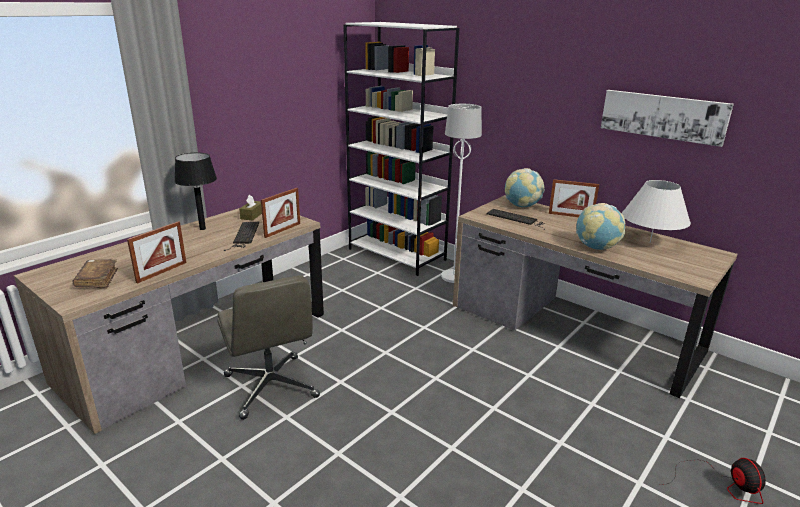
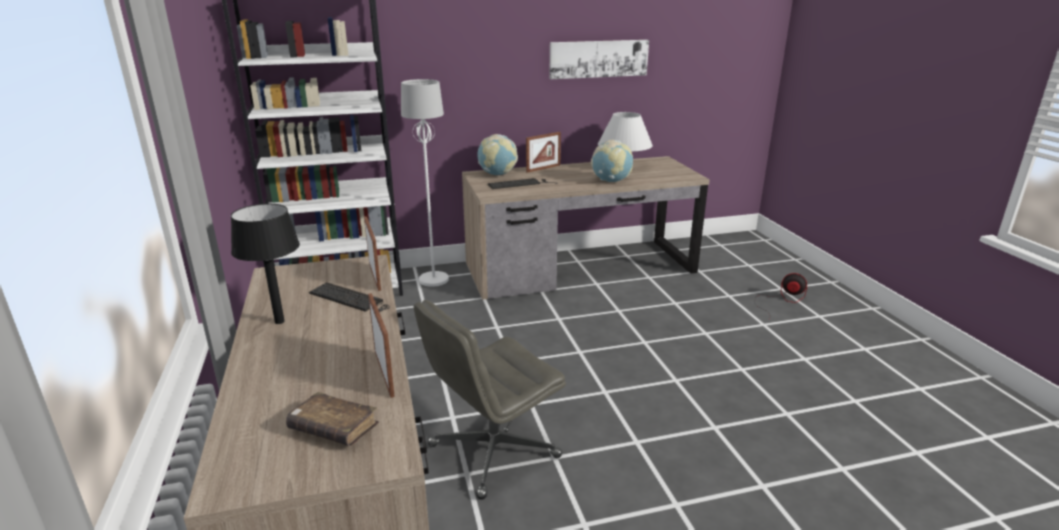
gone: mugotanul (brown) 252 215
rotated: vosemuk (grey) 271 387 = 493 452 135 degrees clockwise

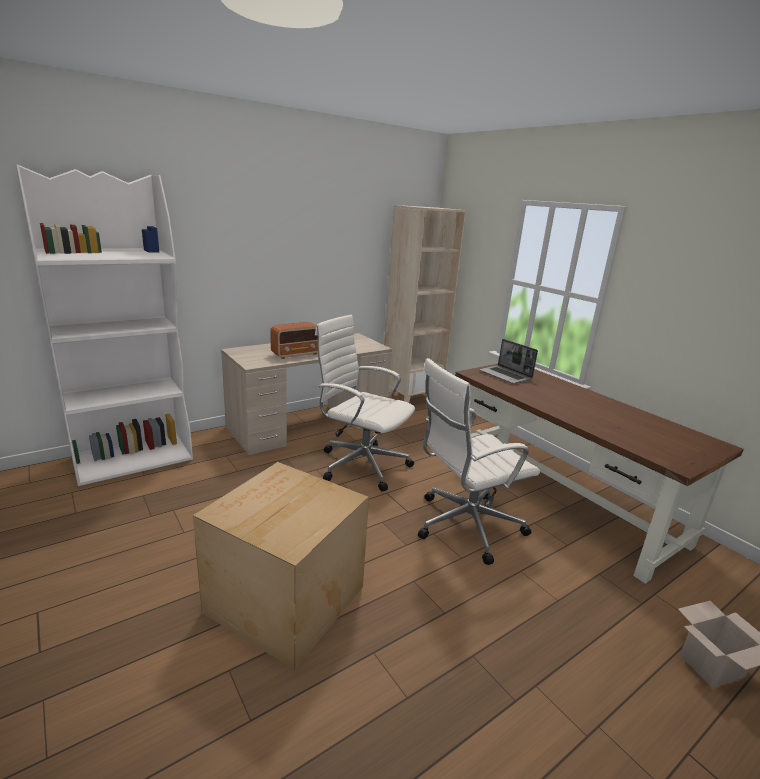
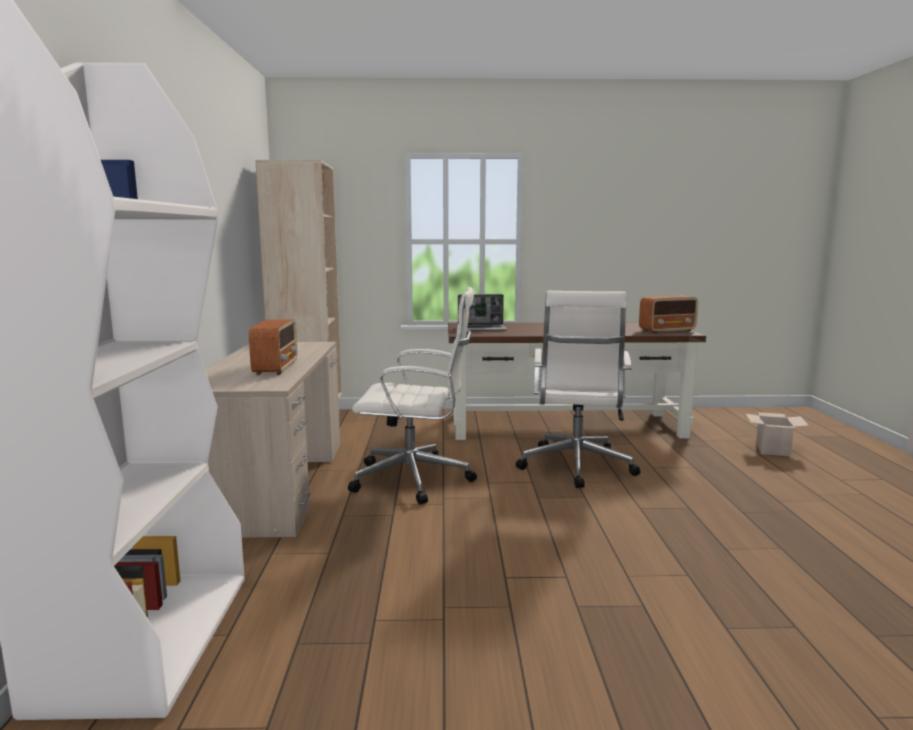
gone: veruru 283 600
new: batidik 667 330
rotated: vosemuk (white) 361 464 = 416 479 150 degrees counterclockwise

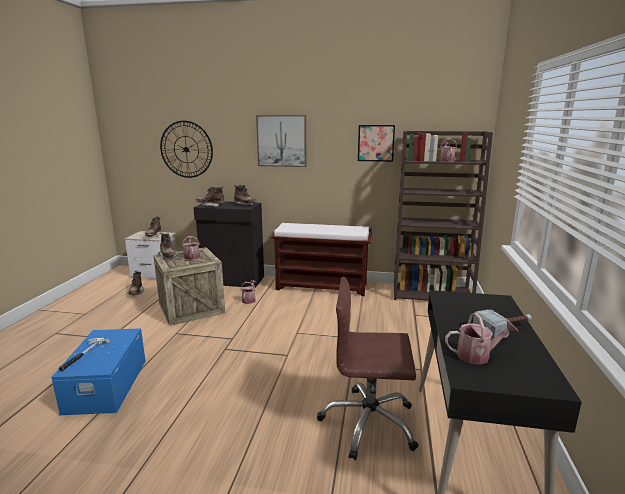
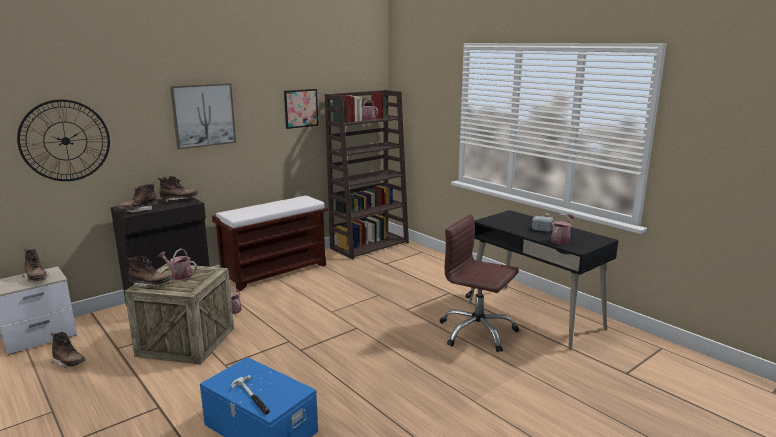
rotated: vosemuk (brown) 369 423 = 477 332 75 degrees clockwise

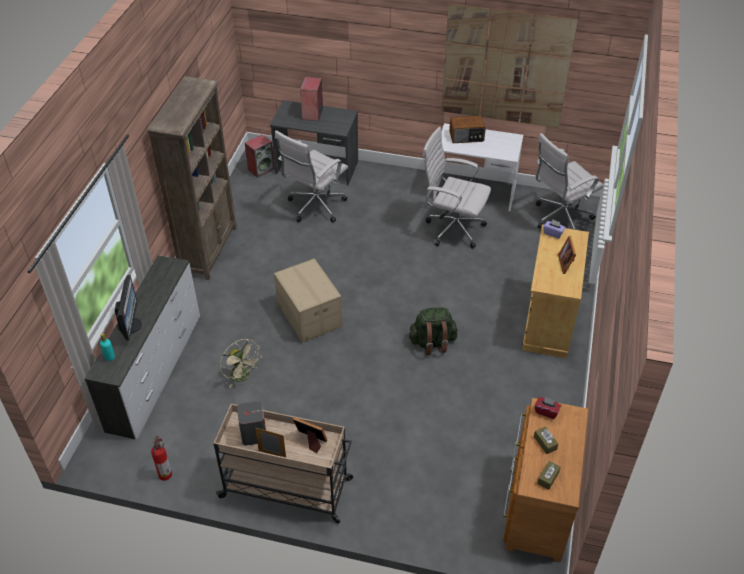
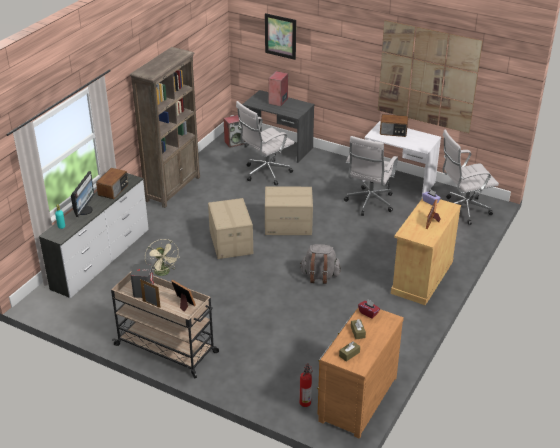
new: batidik 114 190; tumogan 280 36; veruru 288 224
shifted: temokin 165 473 to 305 402
repainted: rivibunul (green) 432 342 to rivibunul (grey) 319 276
rotated: vosemuk (white) 452 229 = 369 203 105 degrees counterclockwise

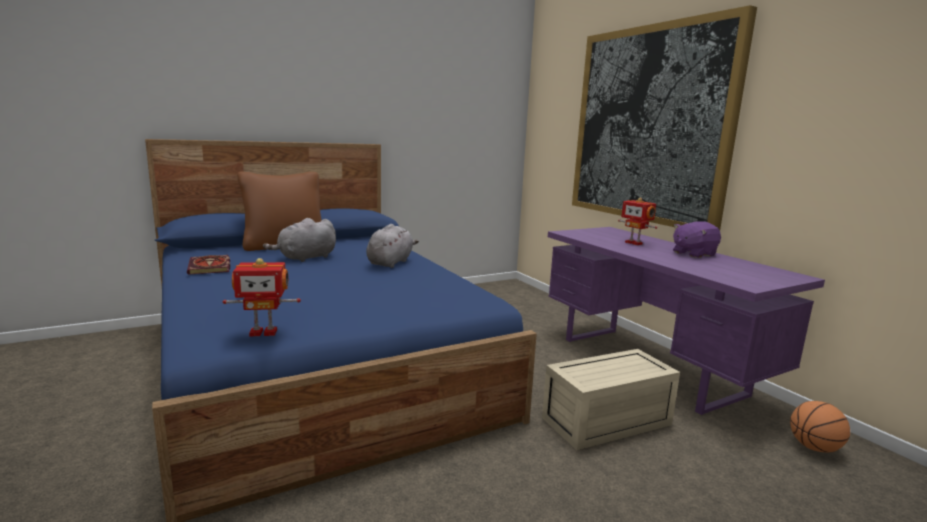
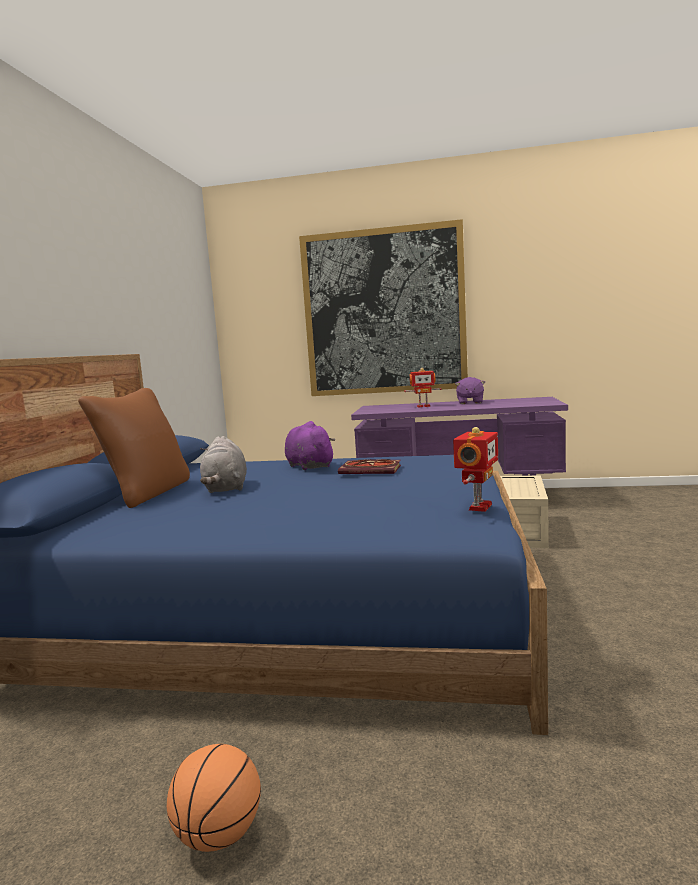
shifted: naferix 210 267 to 372 470; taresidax 814 448 to 219 835
repainted: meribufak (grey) 390 262 to meribufak (purple) 308 466

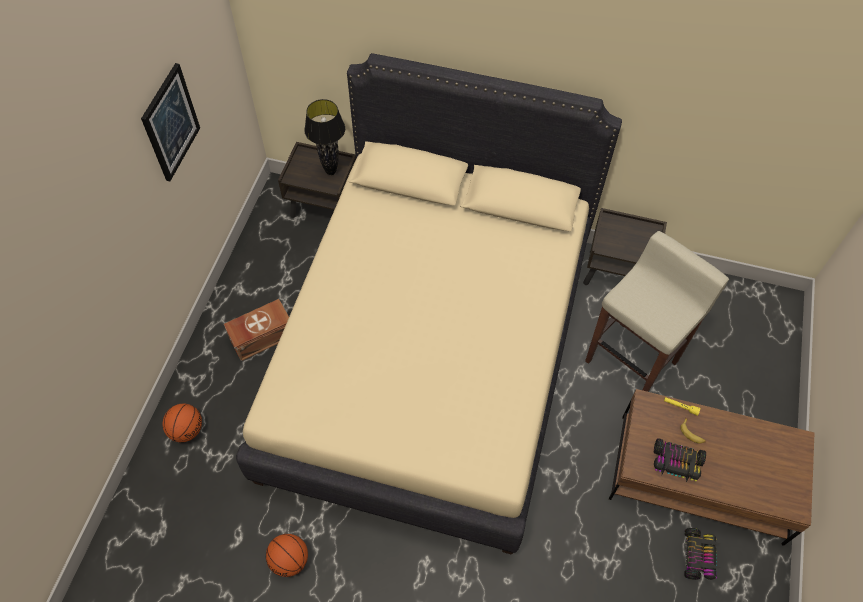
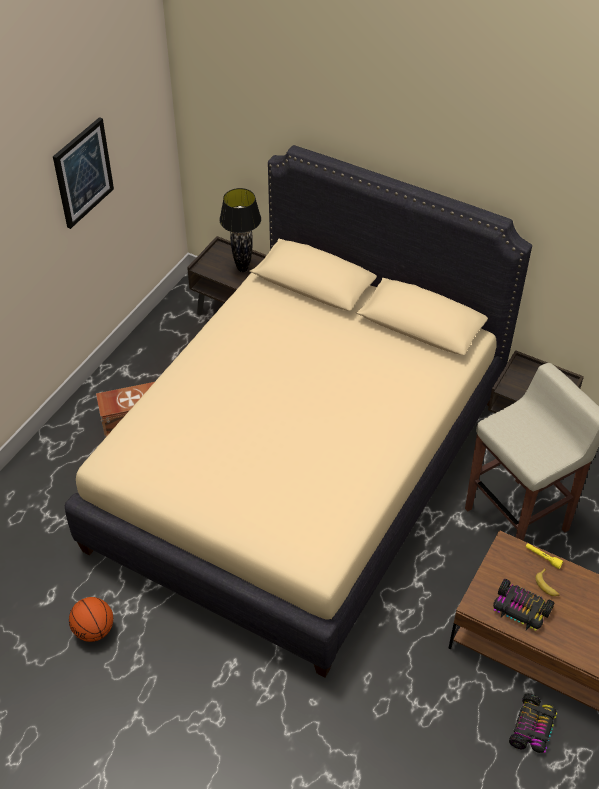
gone: taresidax 187 429

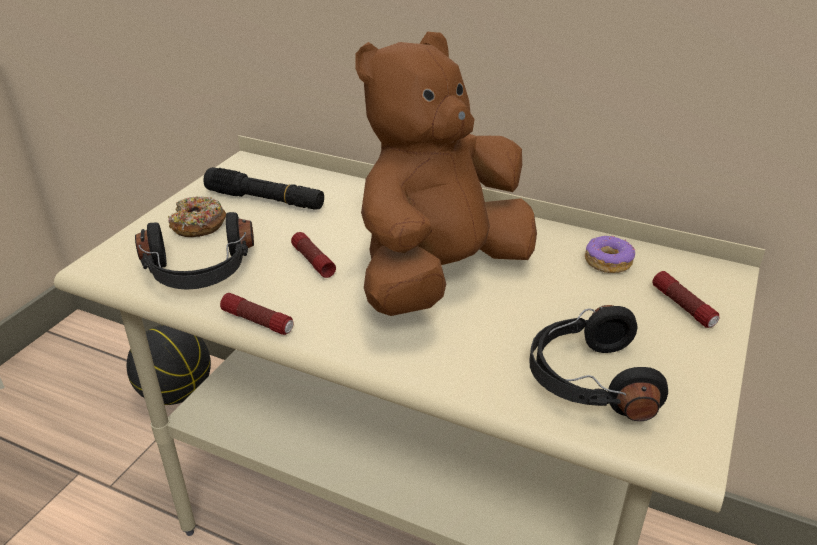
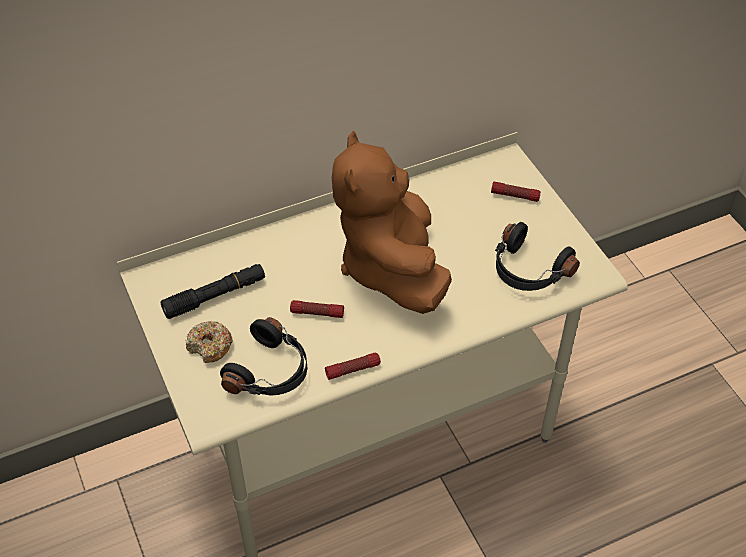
gone: taresidax 176 392; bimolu 607 262

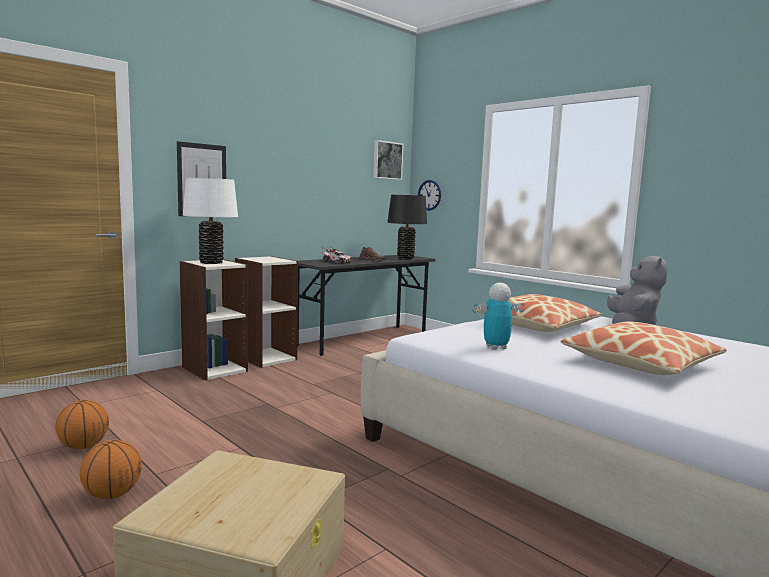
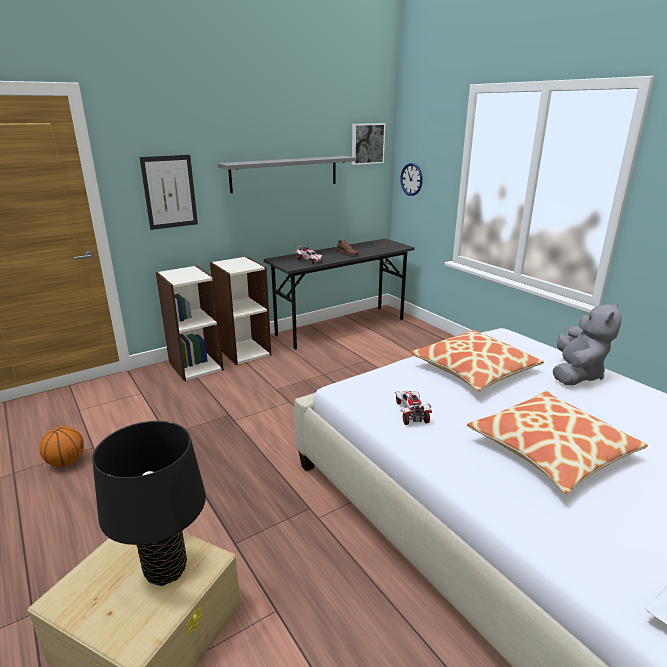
gone: taresidax 112 495; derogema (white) 211 262
new: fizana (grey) 285 173
shifted: derogema (black) 405 258 to 165 569
swapped: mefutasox 495 347 to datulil 410 413

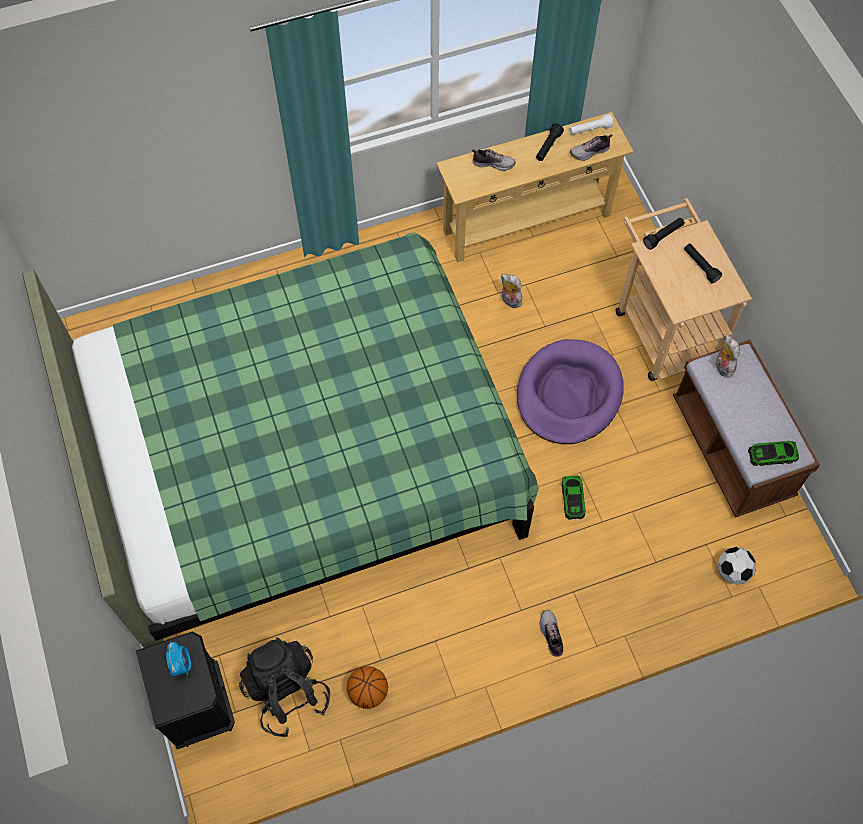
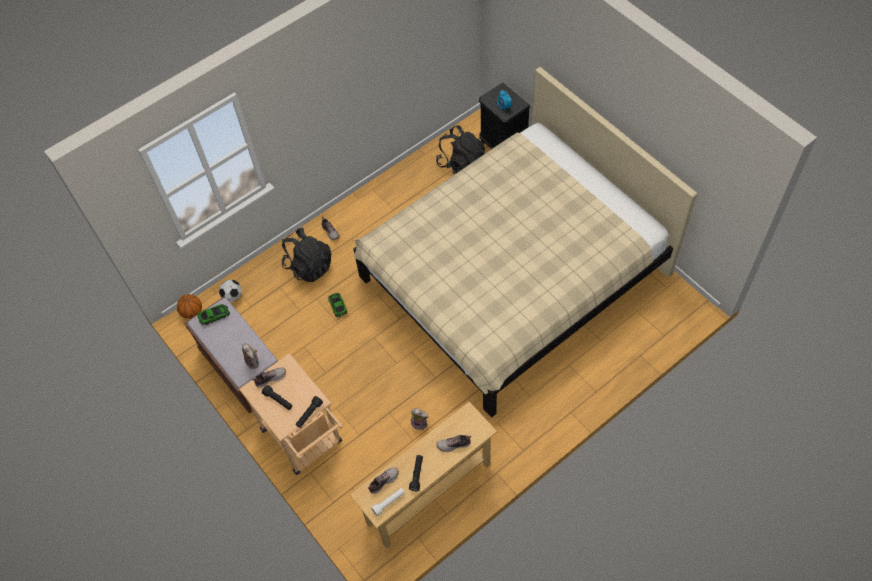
gone: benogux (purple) 568 394
new: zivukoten 270 378; rivibunul (black) 309 266
shifted: taresidax 368 692 to 192 312
repainted: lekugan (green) 301 457 to lekugan (beige) 512 275

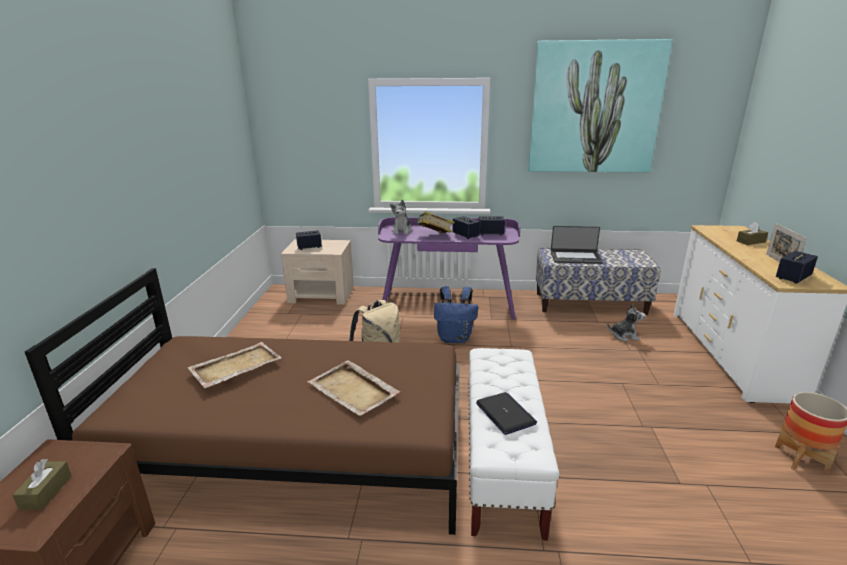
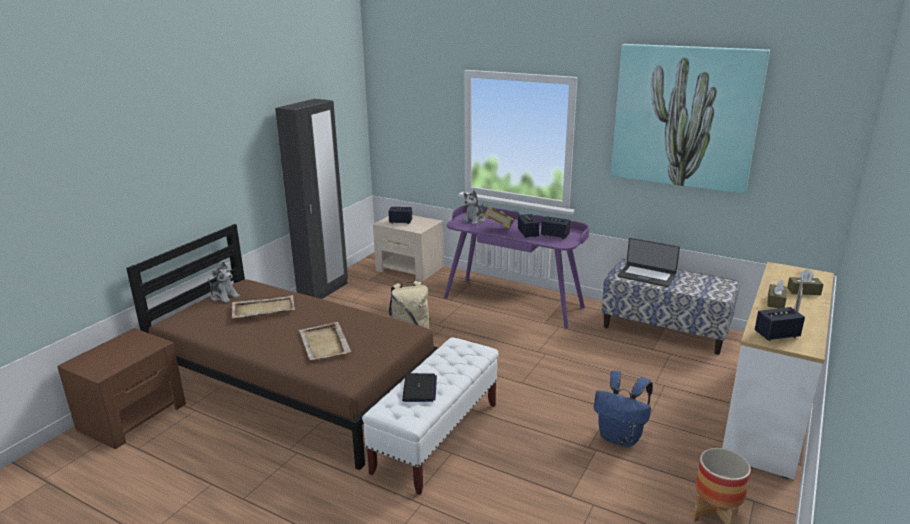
new: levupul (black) 323 291
shifted: mugotanul (brown) 46 492 to 775 302; rivibunul (blue) 455 338 to 621 437; meribufak 624 336 to 224 296

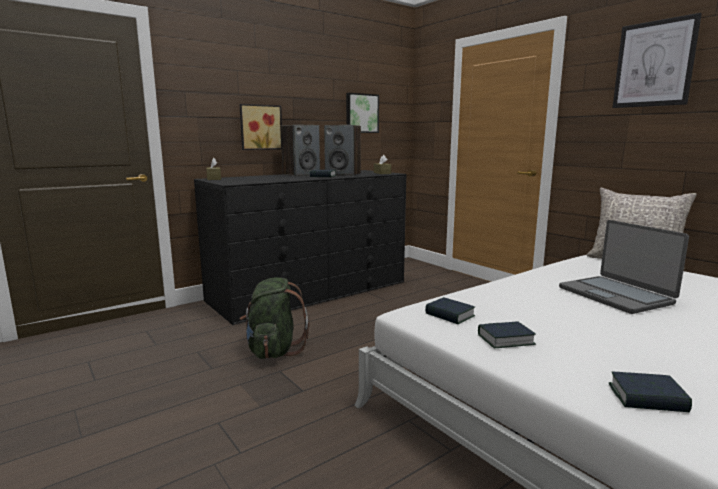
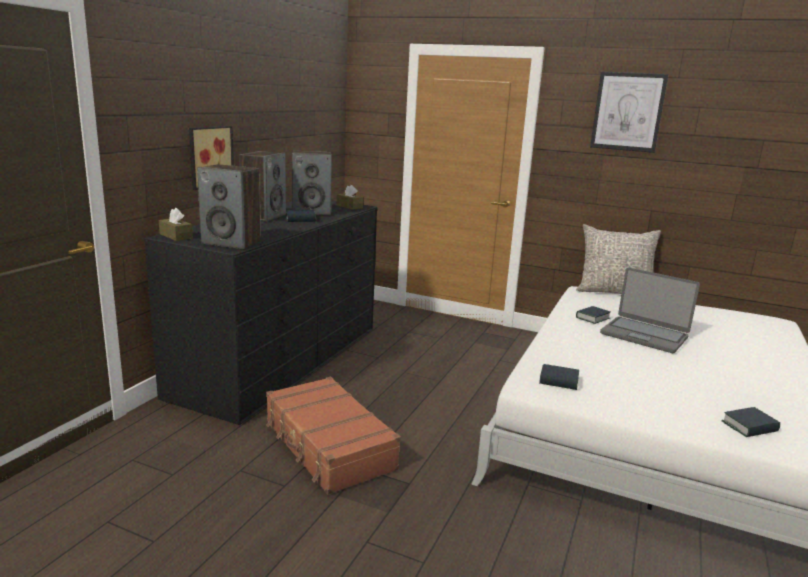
gone: tumogan 361 113
new: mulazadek 232 242
shifted: naferix 505 339 to 592 318
swapped: rivibunul (green) 274 350 to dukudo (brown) 328 446

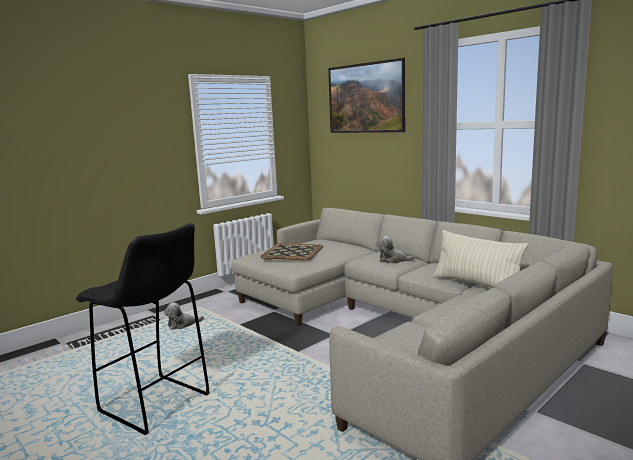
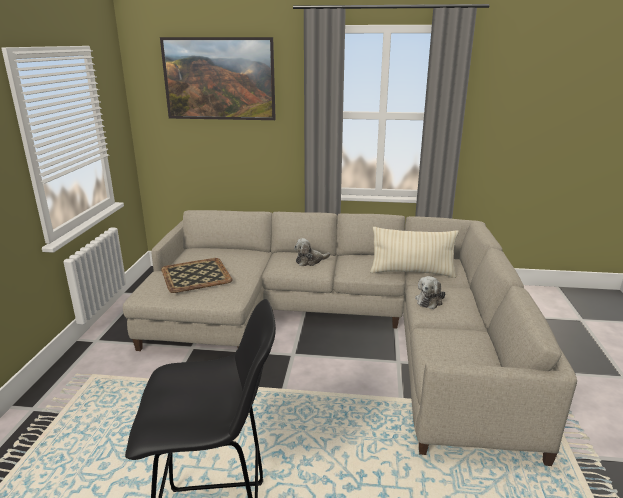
shifted: meribufak 182 325 to 429 300

